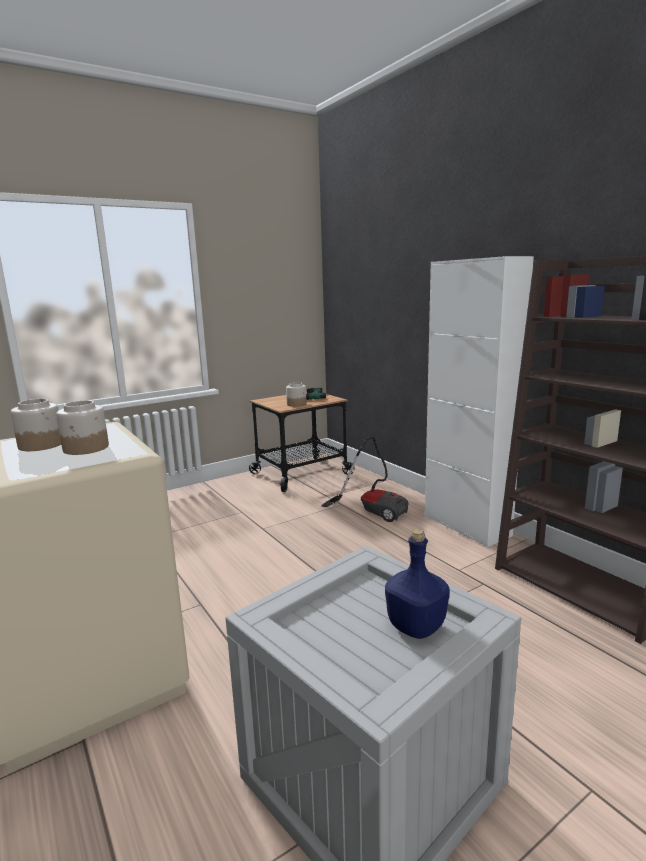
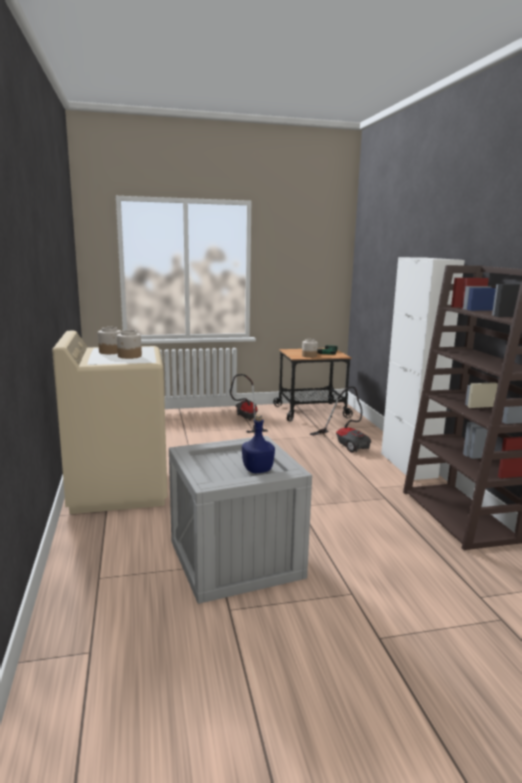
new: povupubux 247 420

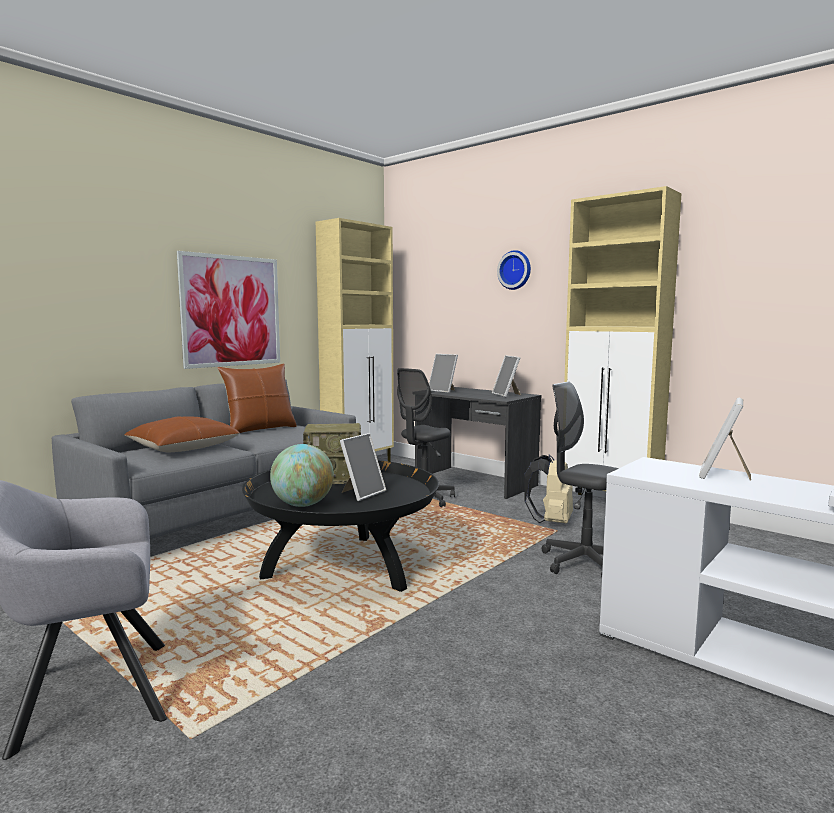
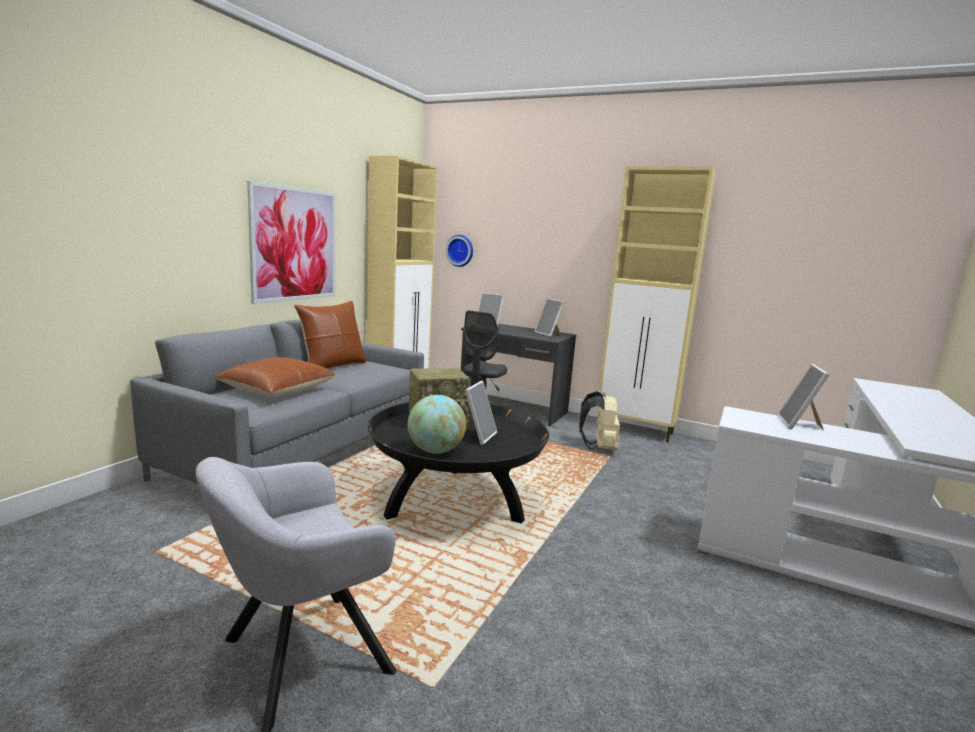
gone: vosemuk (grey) 583 563
shifted: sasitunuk 515 270 to 460 250

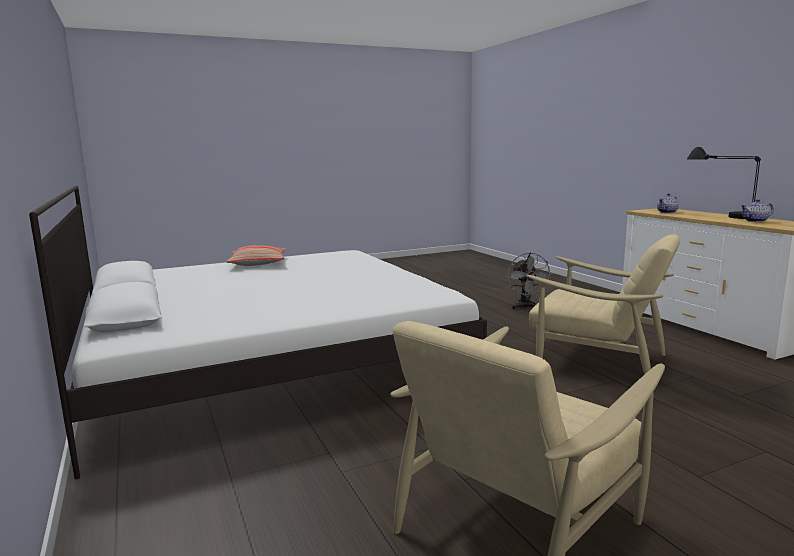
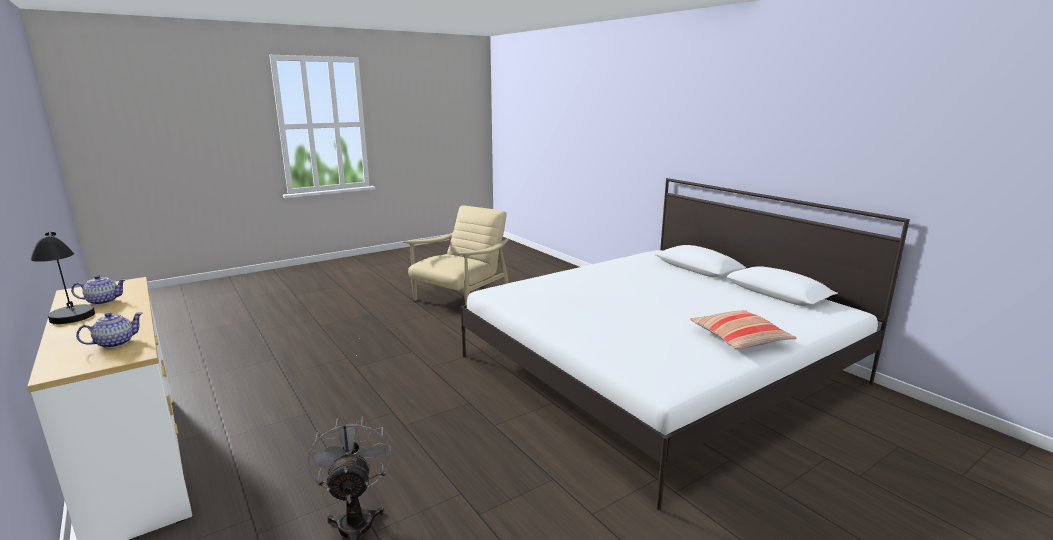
gone: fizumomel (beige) 597 360

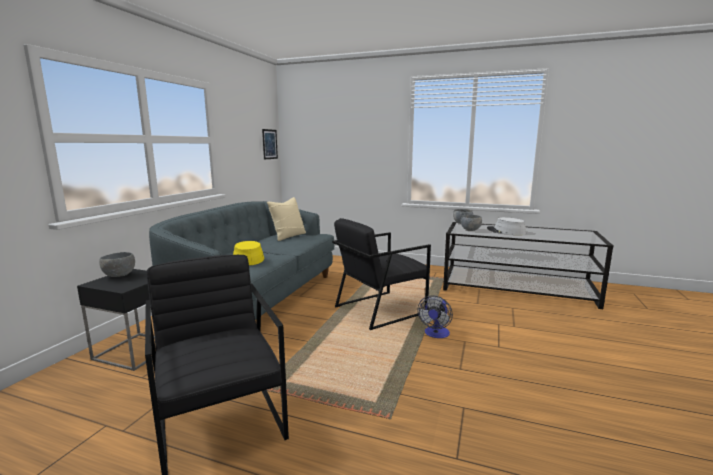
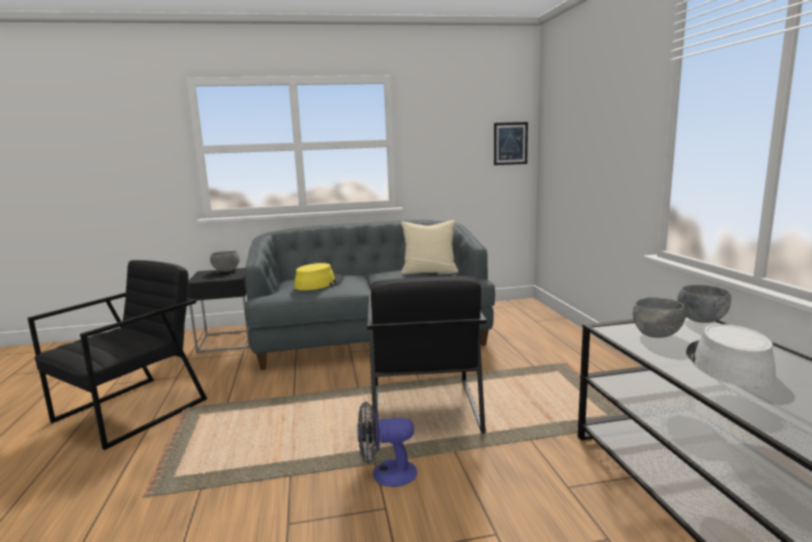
rotated: fizumomel (black) 380 309 = 423 408 120 degrees counterclockwise

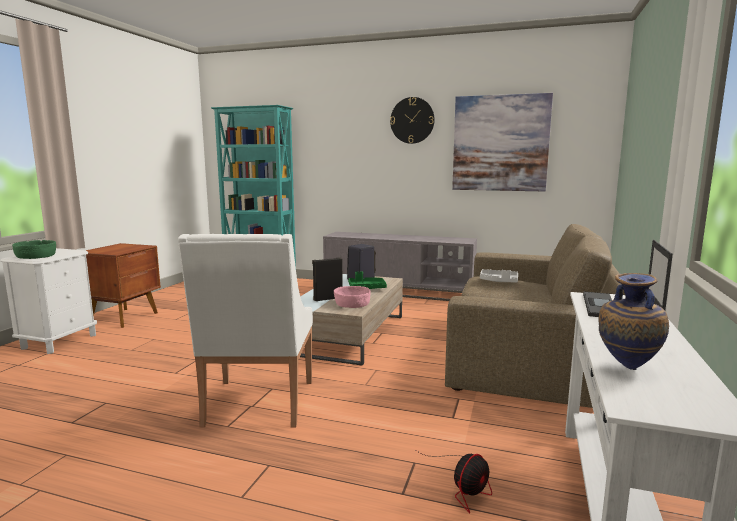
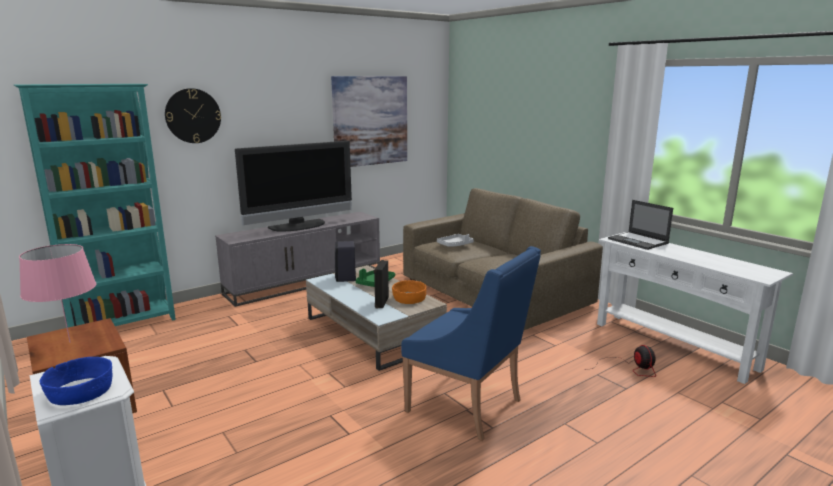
gone: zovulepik 626 369
new: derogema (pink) 69 342; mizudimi 299 226
shifted: sasitunuk 412 120 to 193 116
repainted: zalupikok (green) 36 256 to zalupikok (blue) 81 391; fizumomel (white) 257 404 to fizumomel (blue) 468 406; zalupikok (pink) 351 303 to zalupikok (orange) 409 298

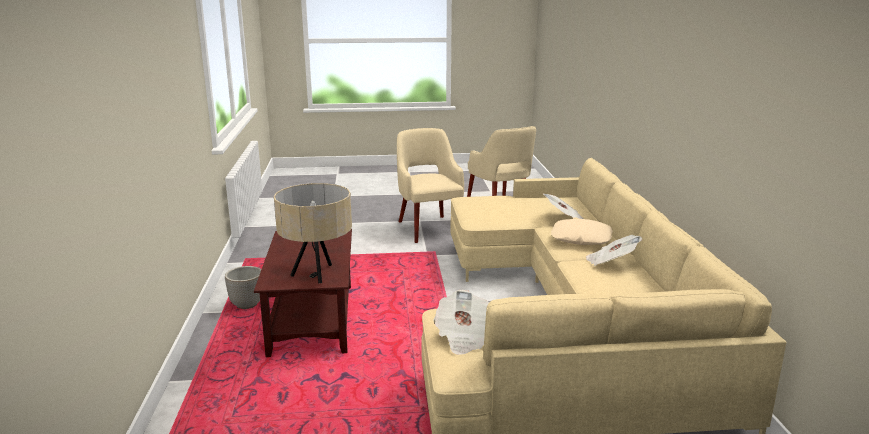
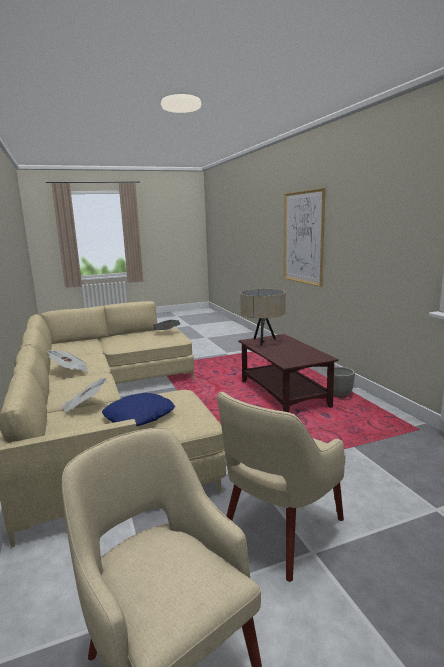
gone: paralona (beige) 581 239
new: paralona (blue) 139 416; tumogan 303 237
rotated: fizumomel (beige) 429 228 = 280 530 75 degrees clockwise

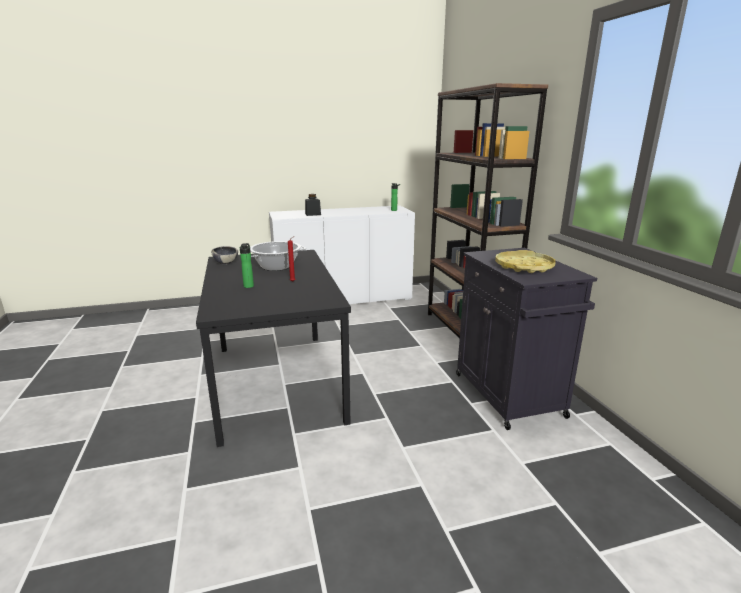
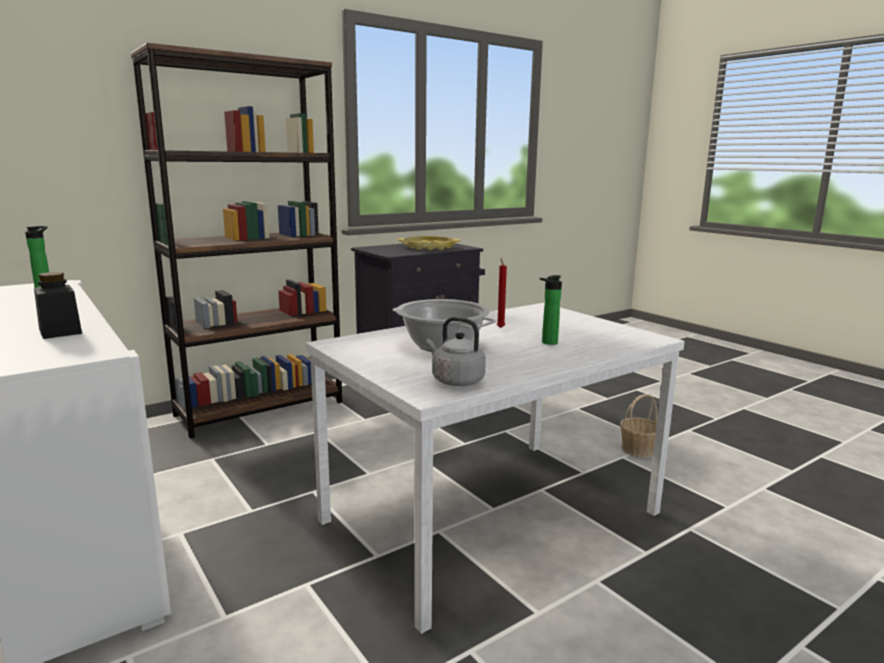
new: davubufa 638 450
swapped: zalupikok 226 263 to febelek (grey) 455 381
repainted: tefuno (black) 278 382 to tefuno (white) 492 515

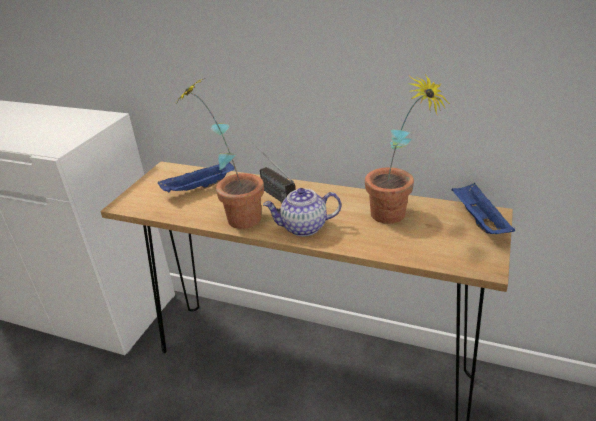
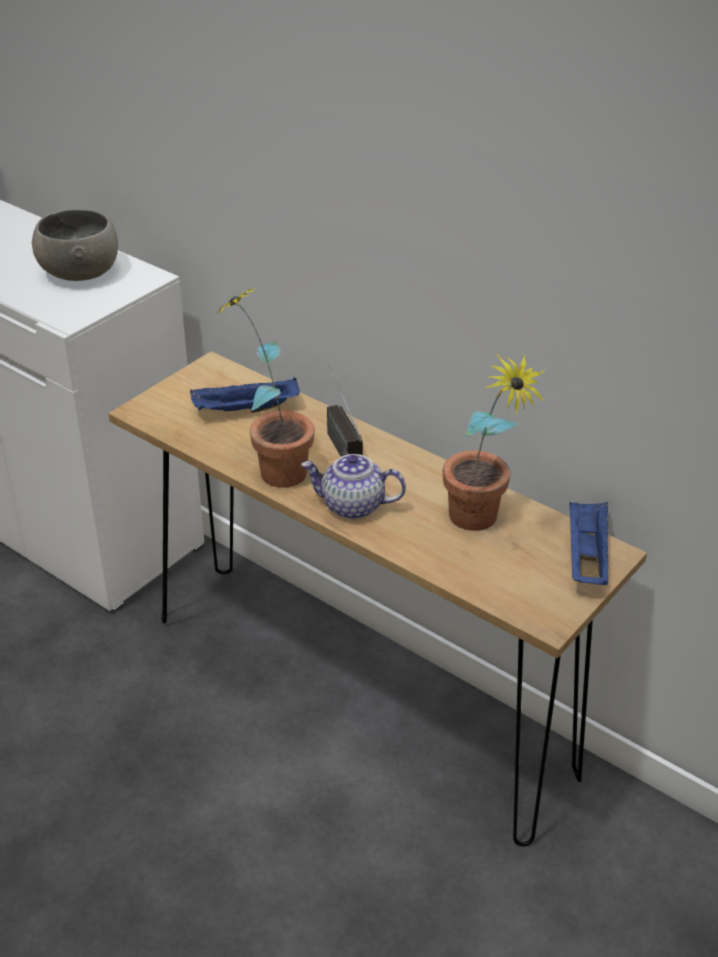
new: zalupikok (grey) 79 272

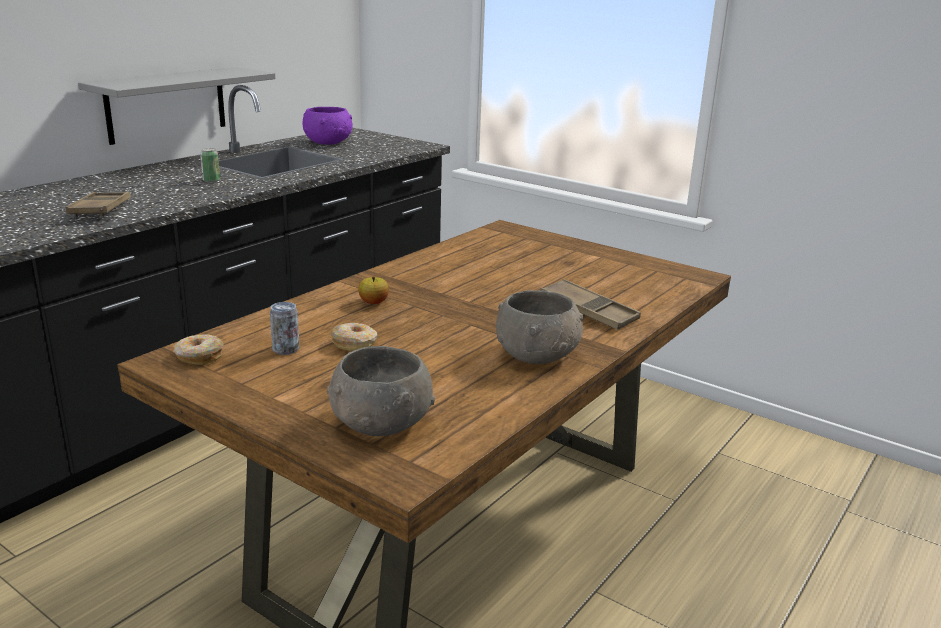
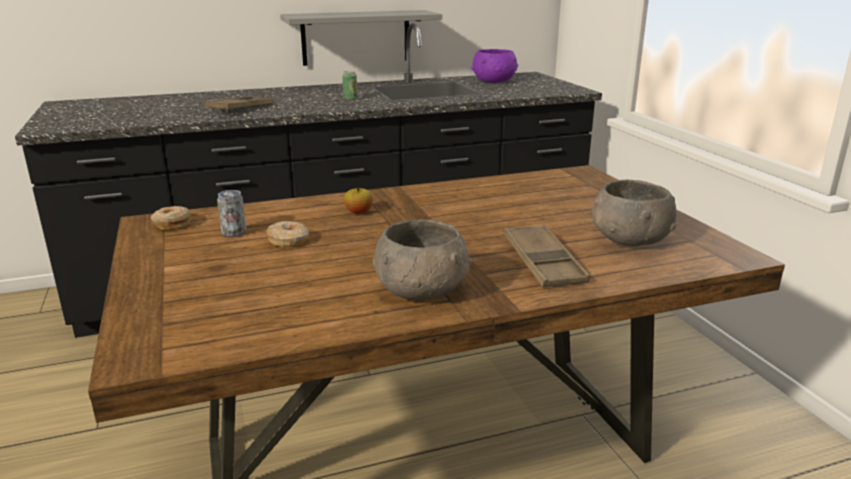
shifted: zalupikok (grey) 380 423 to 629 239

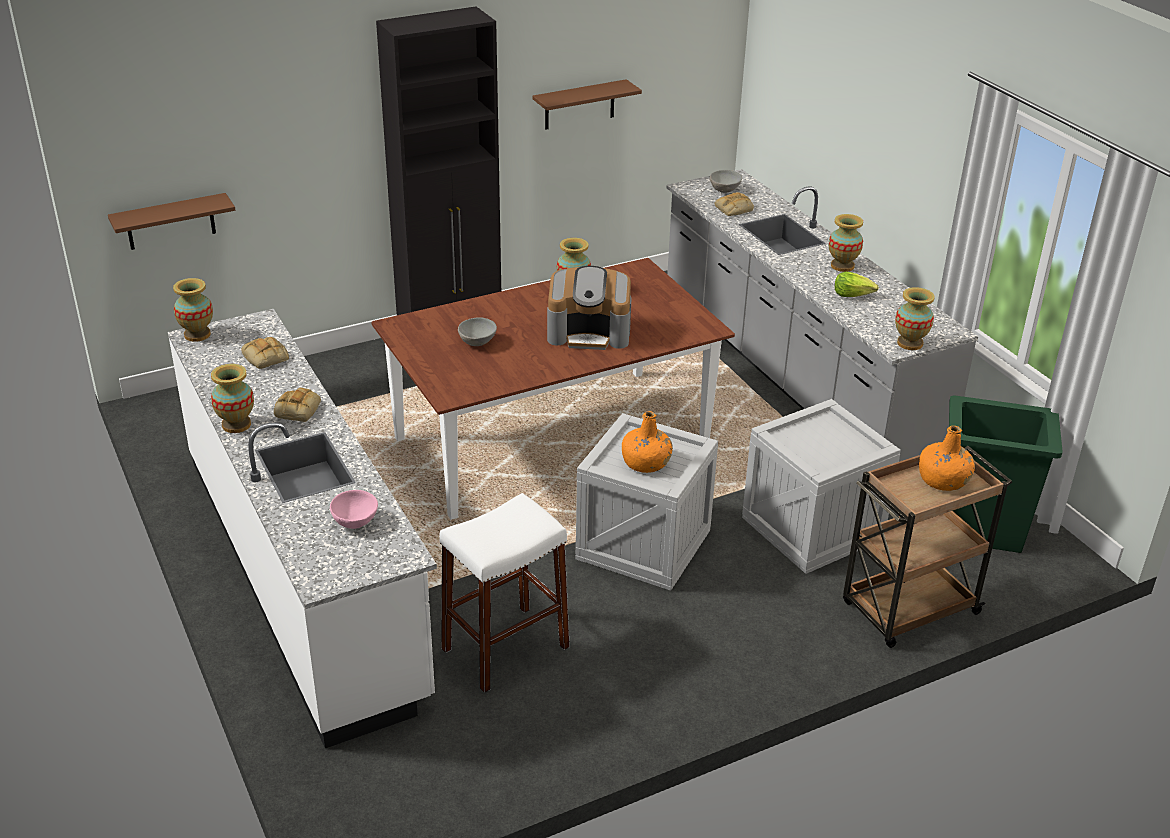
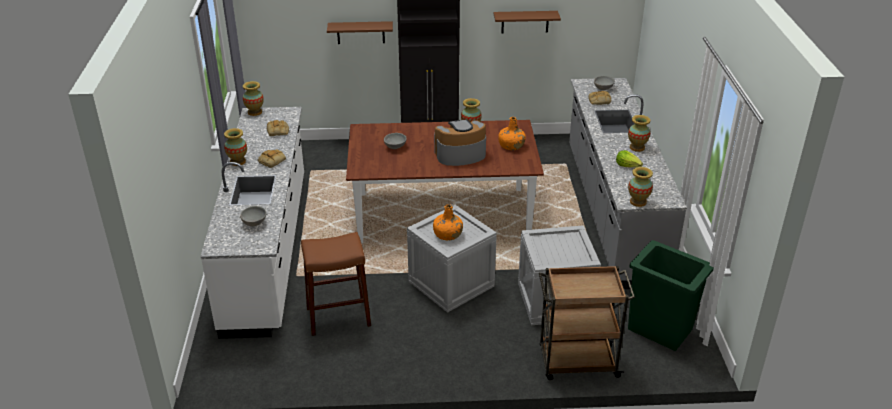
shifted: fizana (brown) 170 222 to 360 32; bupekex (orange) 943 480 to 511 146
repainted: zalupikok (pink) 356 522 to zalupikok (grey) 255 223; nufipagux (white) 505 648 to nufipagux (brown) 338 317
rotated: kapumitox 589 332 = 460 155 135 degrees clockwise

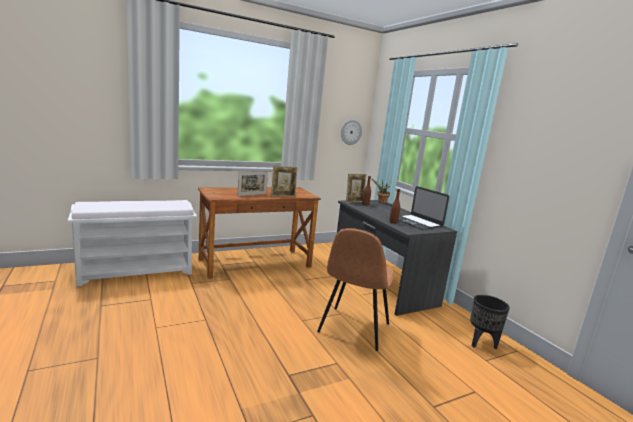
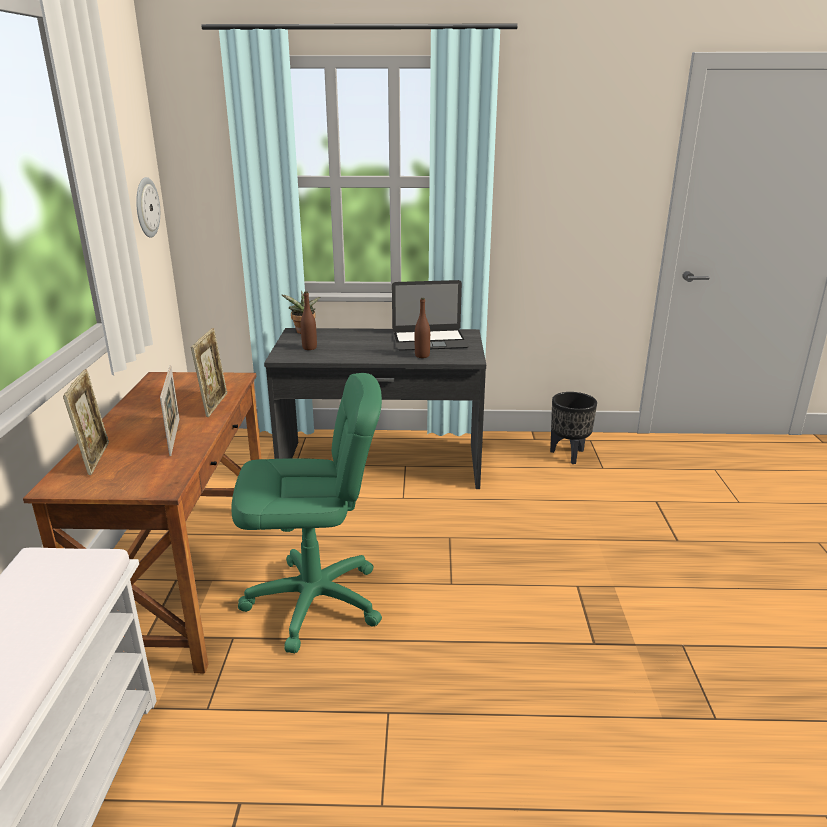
gone: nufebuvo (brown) 353 329
new: vosemuk (green) 315 602
shifted: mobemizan 354 202 to 95 458

